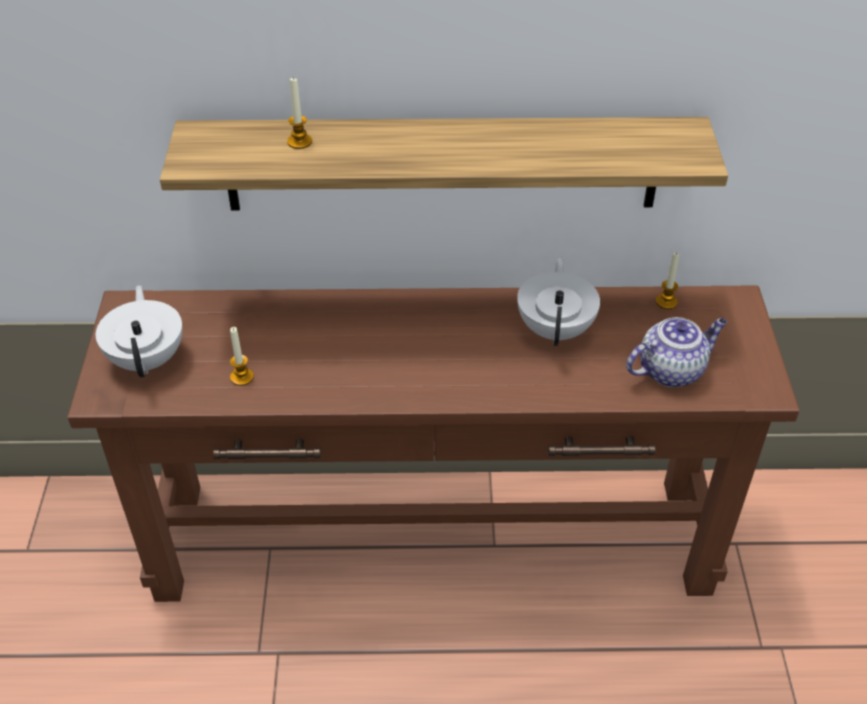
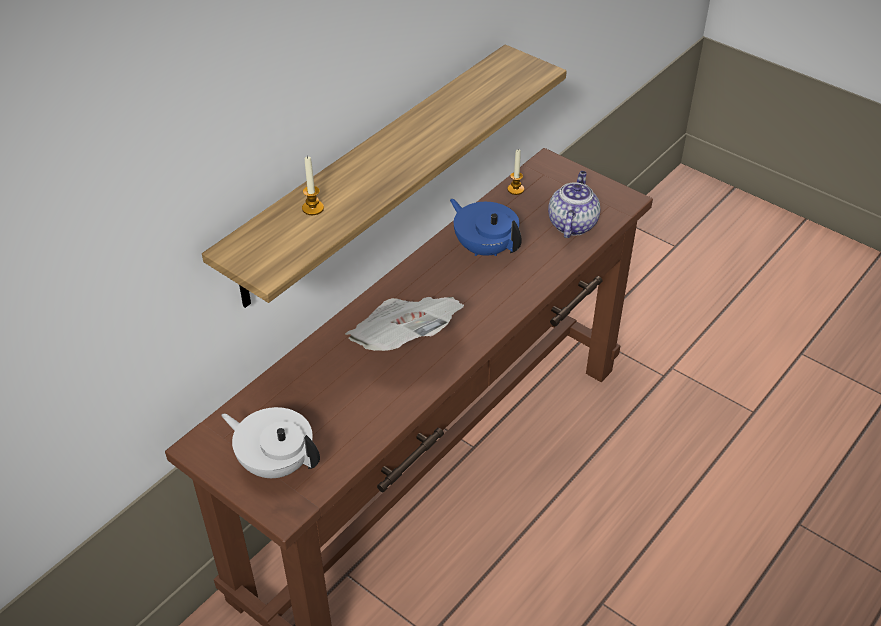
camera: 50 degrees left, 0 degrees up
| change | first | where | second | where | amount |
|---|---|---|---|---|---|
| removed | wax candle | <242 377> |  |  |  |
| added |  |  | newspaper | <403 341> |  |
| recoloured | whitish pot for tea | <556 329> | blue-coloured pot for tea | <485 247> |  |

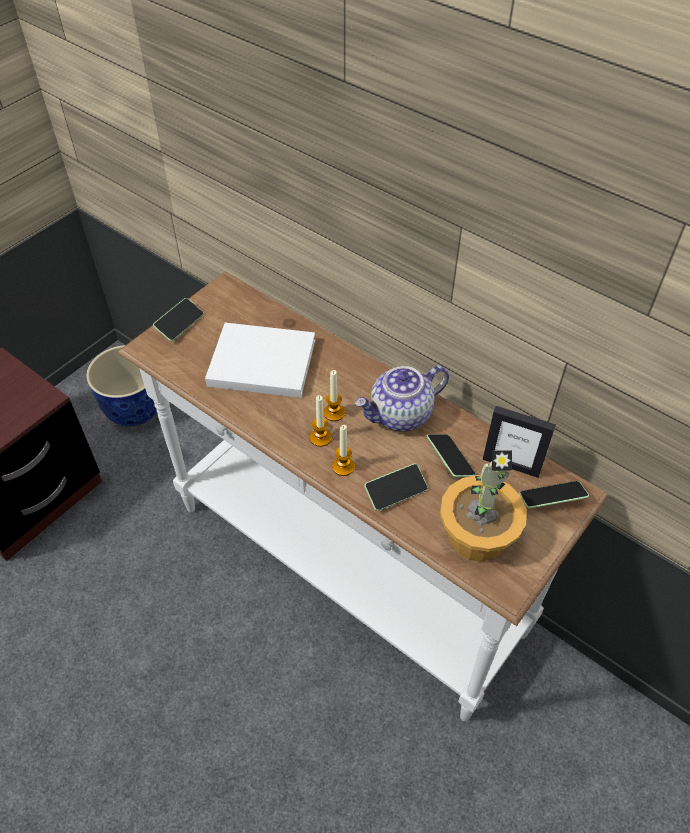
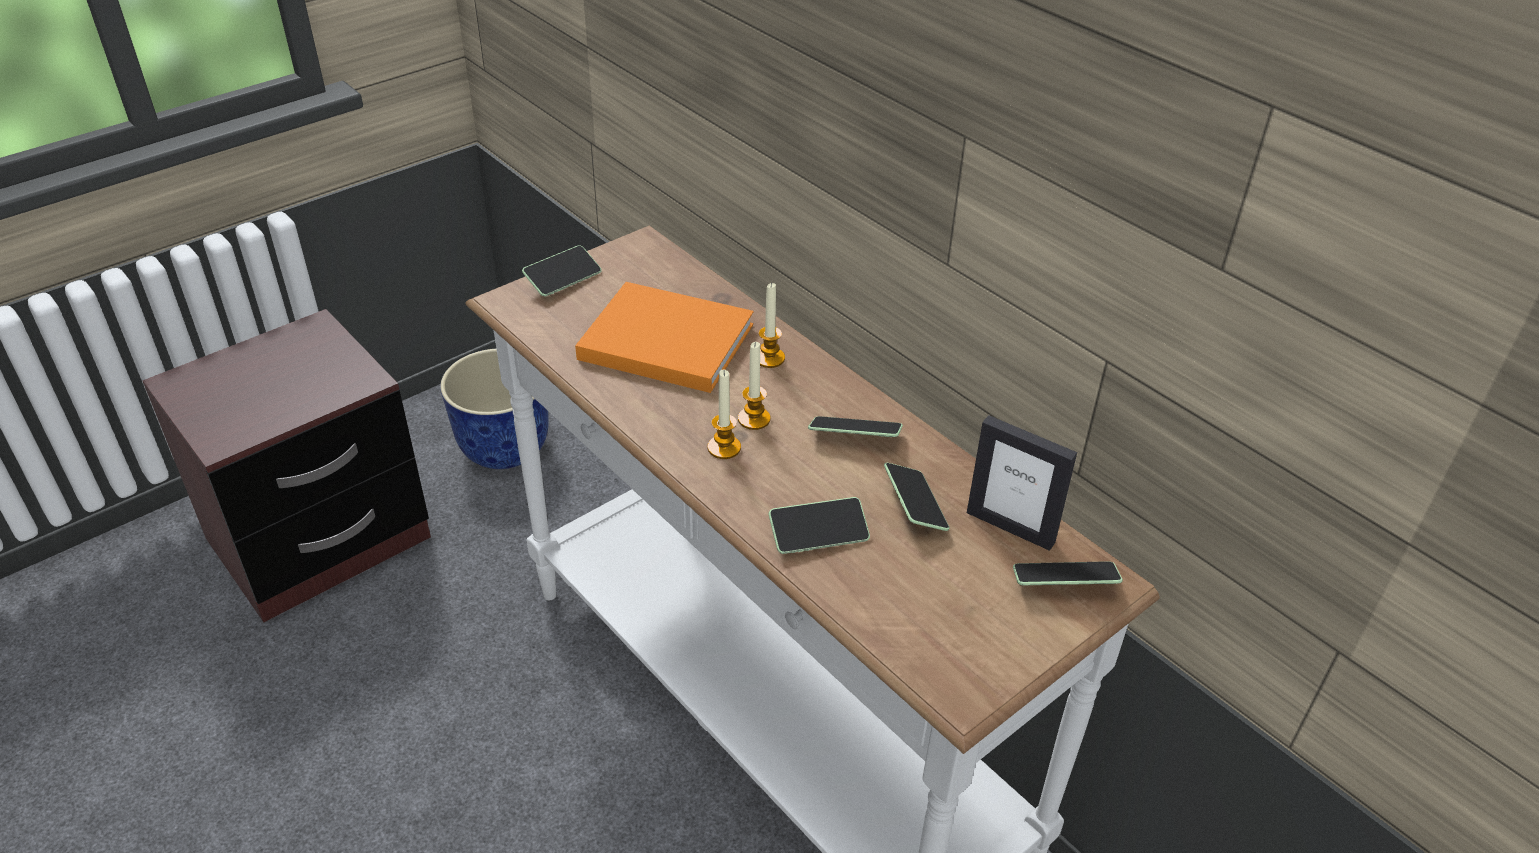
camera: 10 degrees right, 10 degrees down
| change | first | where | second | where | amount |
|---|---|---|---|---|---|
| removed | potted plant | <477 534> |  |  |  |
| moved | wax candle | <343 466> |  | <769 358> |  |
| replaced | pot for tea | <400 415> | handset | <854 436> |  |
| recoloured | whitish book | <258 362> | orange book | <661 340> |  |

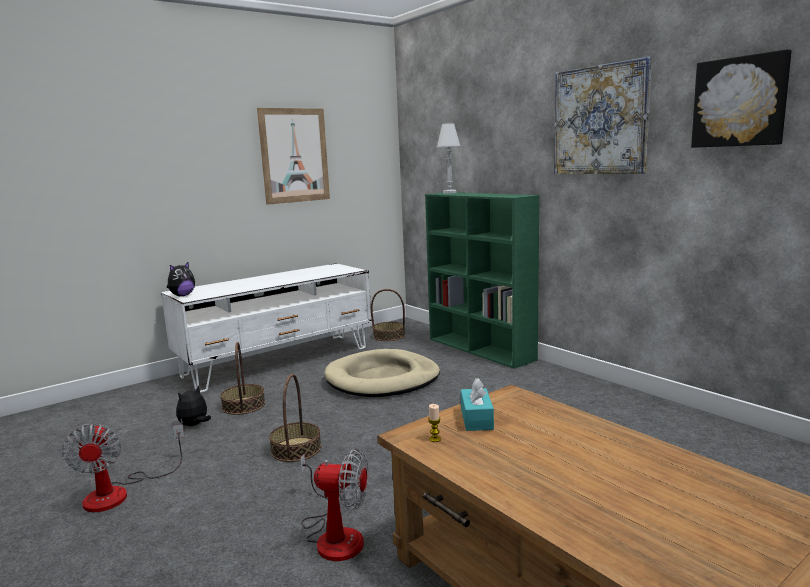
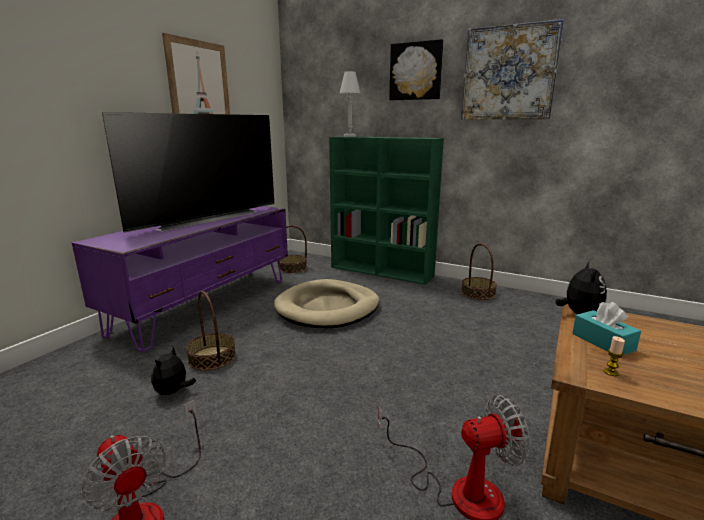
camera: 25 degrees left, 5 degrees up
| change | first | where | second | where | amount |
|---|---|---|---|---|---|
| added |  |  | TV set | <206 219> |  |
| moved | plush toy | <182 295> |  | <579 314> |  |
| moved | storage basket | <296 449> |  | <478 293> |  |
| moved | wall picture | <740 102> |  | <416 71> |  |
| recoloured | whitish tv unit | <278 361> | purple tv unit | <206 304> |  |

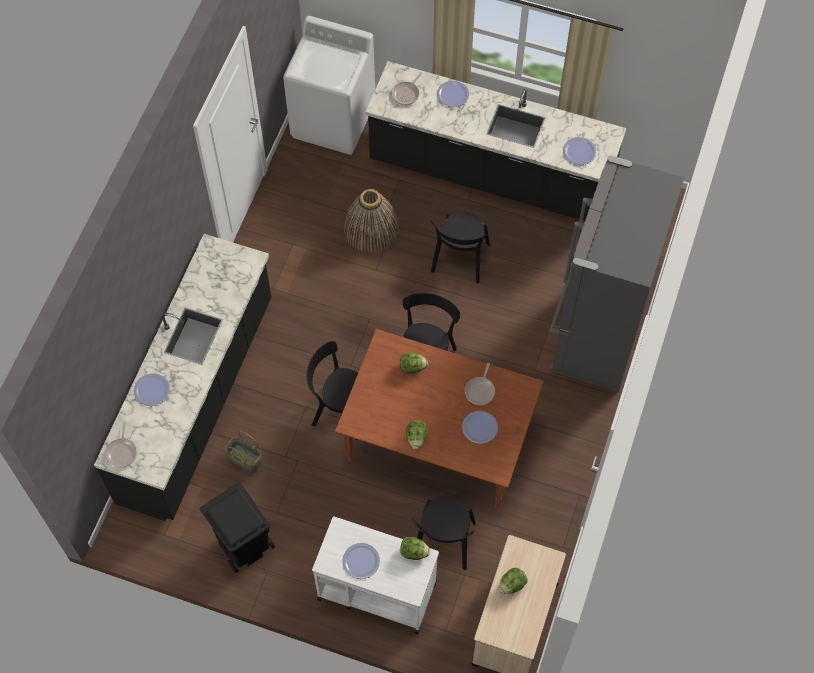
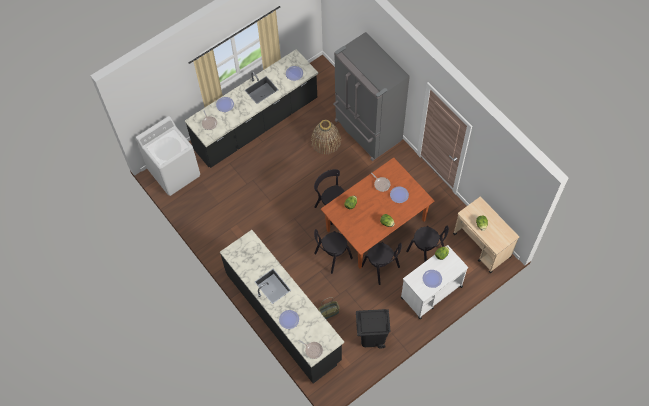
camera: 55 degrees left, 0 degrees up
| change | first | where | second | where | amount |
|---|---|---|---|---|---|
| moved | storage basket | <371 228> |  | <325 141> |  |
| moved | blackish chair | <459 260> |  | <381 268> |  |

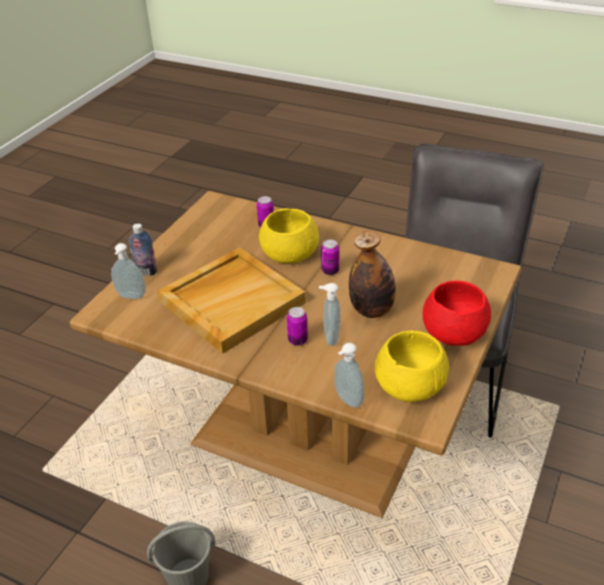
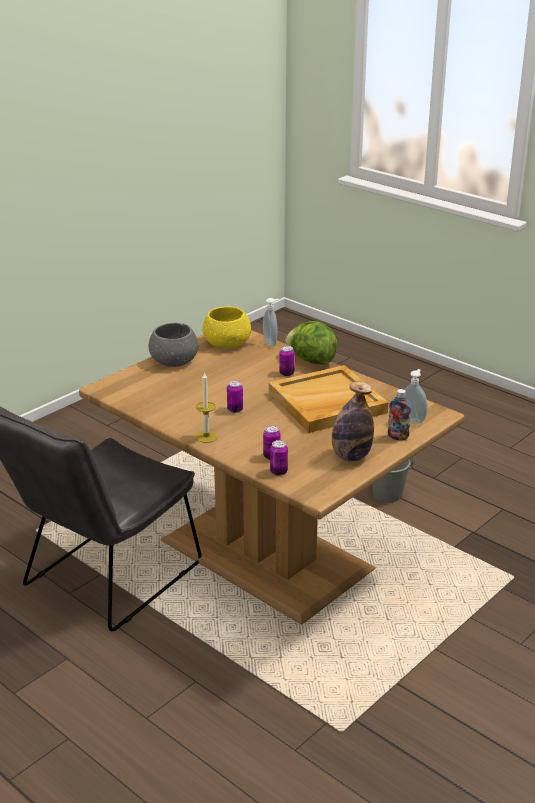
camera: 165 degrees left, 10 degrees down
| change | first | where | second | where | amount |
|---|---|---|---|---|---|
| removed | yellow-coloured deep dish | <290 253> |  |  |  |
| removed | soap dispenser | <330 338> |  |  |  |
| added |  |  | wax candle | <206 436> |  |
| added |  |  | sealed can | <278 472> |  |
| added |  |  | head of lettuce | <311 361> |  |
| moved | beverage bottle | <372 310> |  | <351 456> |  |
| recoloured | red-coloured deep dish | <453 332> | greyish deep dish | <174 360> |  |

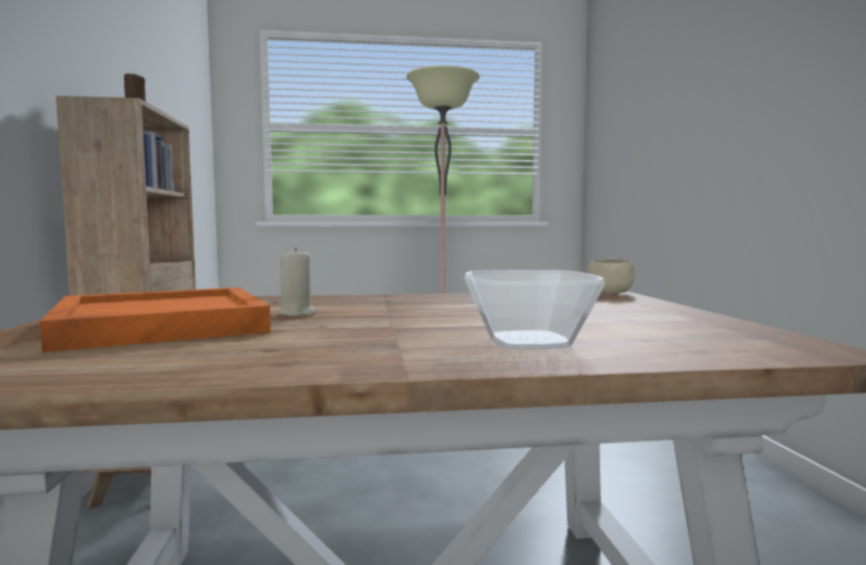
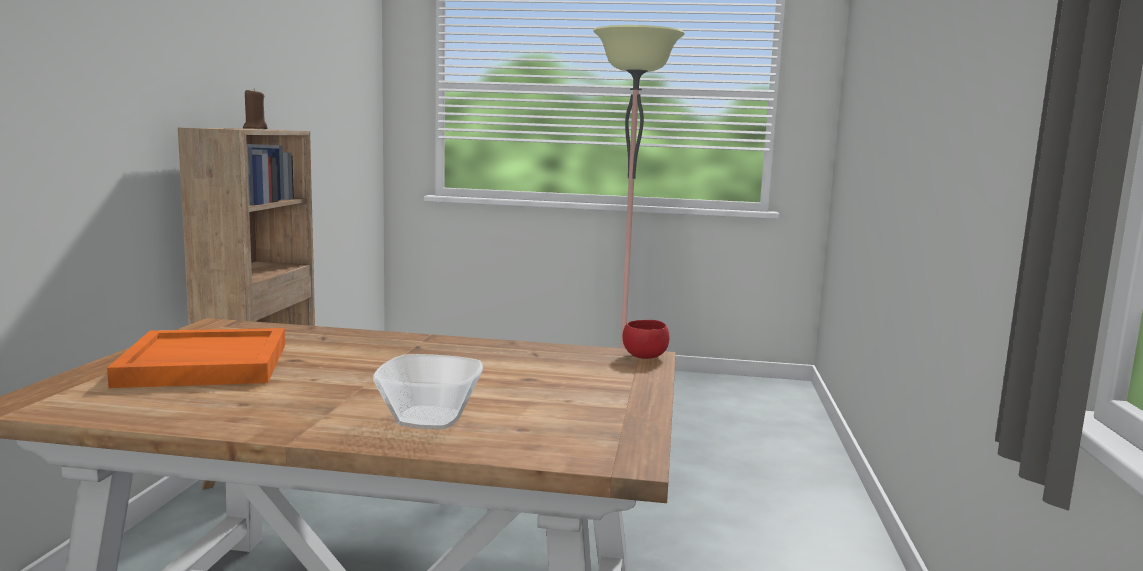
camera: 15 degrees right, 5 degrees up
| change | first | where | second | where | amount |
|---|---|---|---|---|---|
| removed | beige wax candle | <297 313> |  |  |  |
| recoloured | beige deep dish | <610 293> | red-coloured deep dish | <644 356> |  |

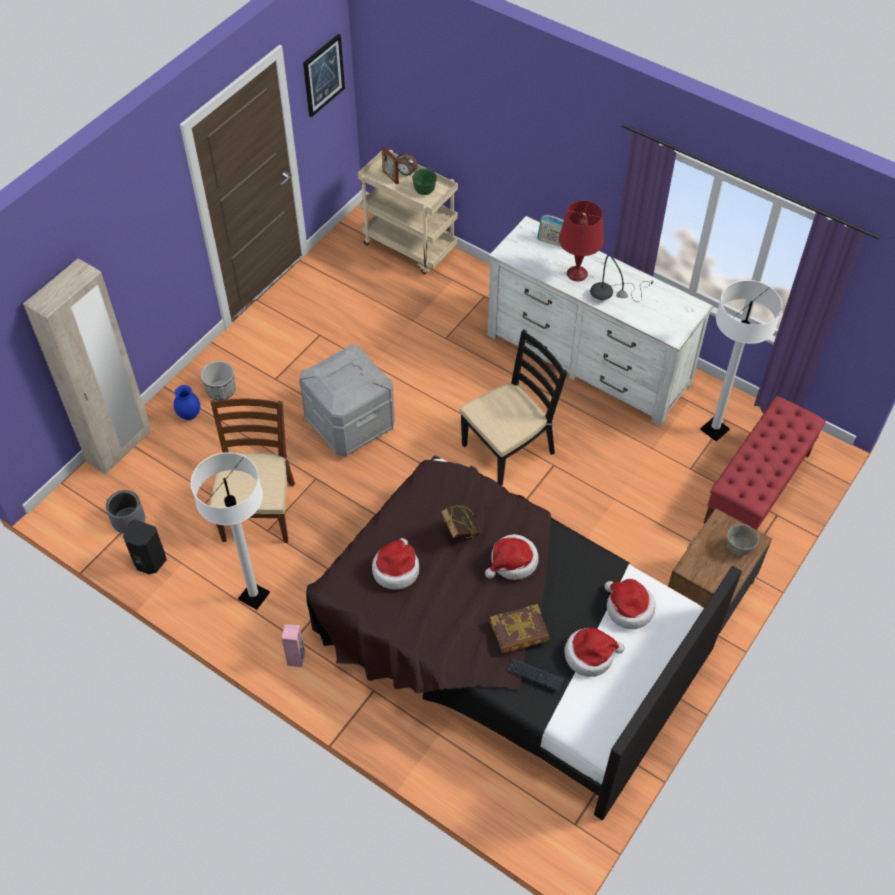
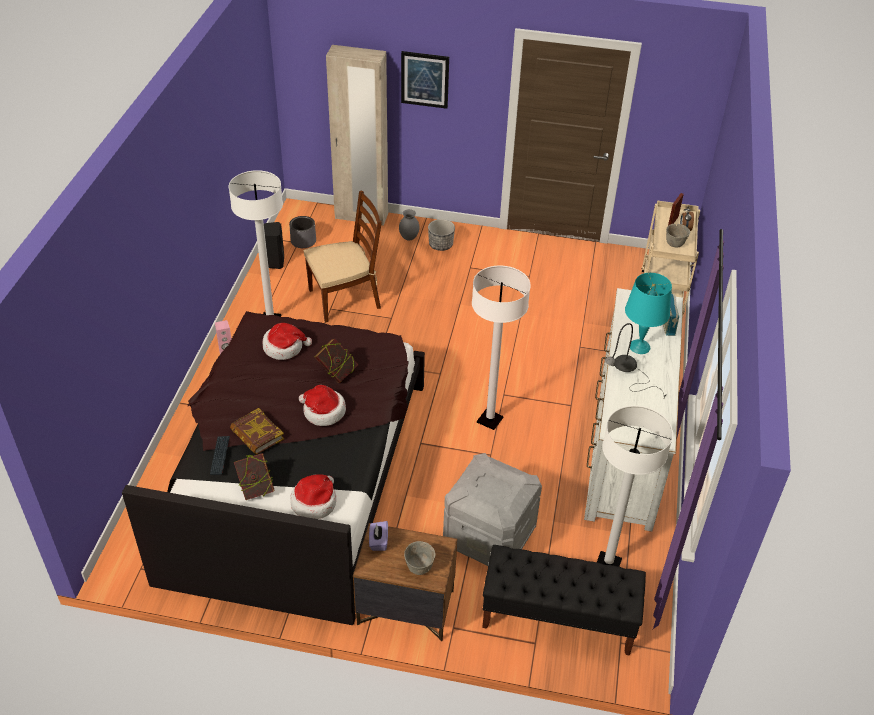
camera: 65 degrees right, 10 degrees down
| change | first | where | second | where | amount |
|---|---|---|---|---|---|
| added |  |  | purple tissue holder | <378 541> |  |
| moved | greyish storage container | <350 423> |  | <490 536> |  |
| moved | wall picture | <323 75> |  | <425 79> |  |
| replaced | blackish chair | <509 448> | whitish floor lamp | <490 420> |  |
| replaced | clothing hat | <590 655> | book | <256 489> |  |
| recoloured | blue-coloured flower vase | <189 415> | greyish flower vase | <409 237> |  |
| recoloured | greenish deep dish | <424 190> | greyish deep dish | <675 243> |  |
| recoloured | red-coloured table lamp | <576 273> | turquoise table lamp | <639 346> |  |
| recoloured | red-coloured long seat | <757 488> | blackish long seat | <557 618> |  |

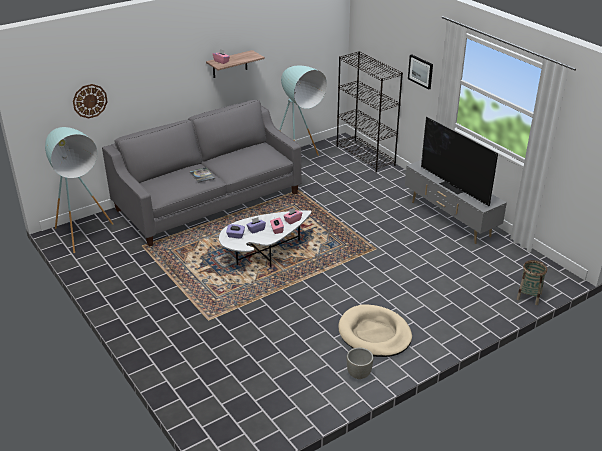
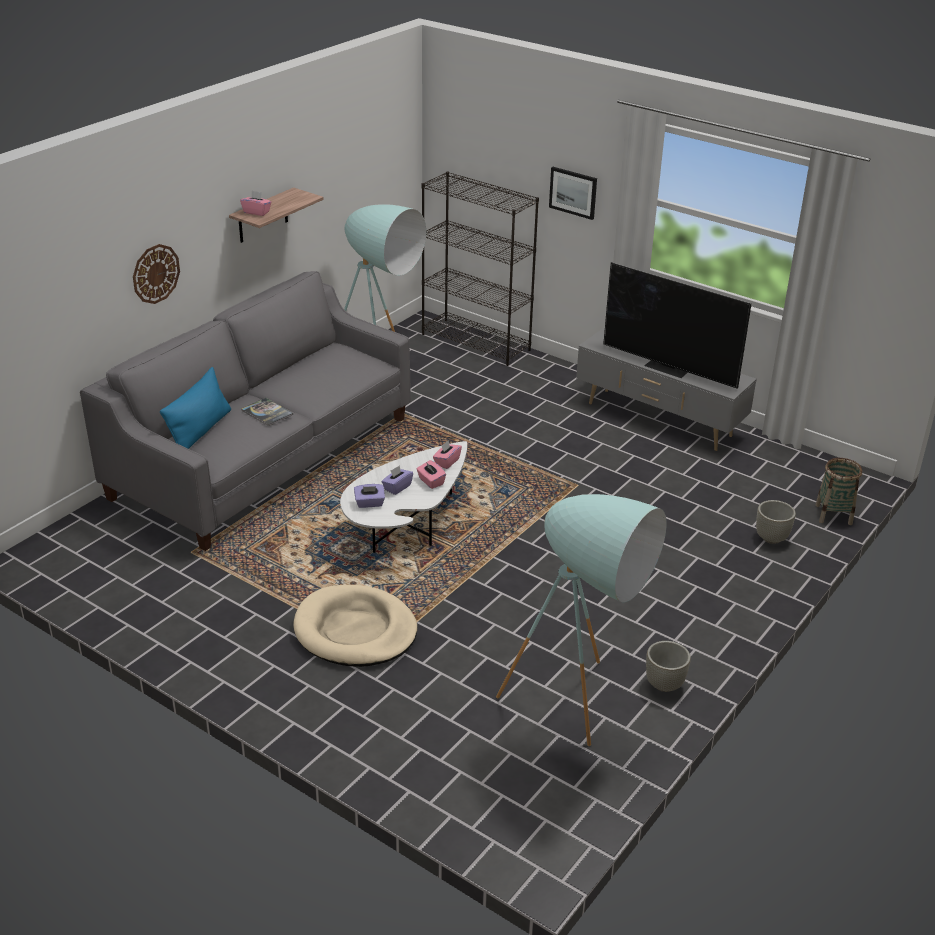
camera: 20 degrees left, 0 degrees up
| change | first | where | second | where | amount |
|---|---|---|---|---|---|
| added |  |  | blue-coloured pillow | <200 431> |  |
| added |  |  | greyish planter | <771 538> |  |
| moved | turquoise floor lamp | <84 240> |  | <580 712> |  |
| moved | wall clock | <90 101> |  | <155 273> |  |
| moved | beige dog cushion | <374 334> |  | <355 631> |  |

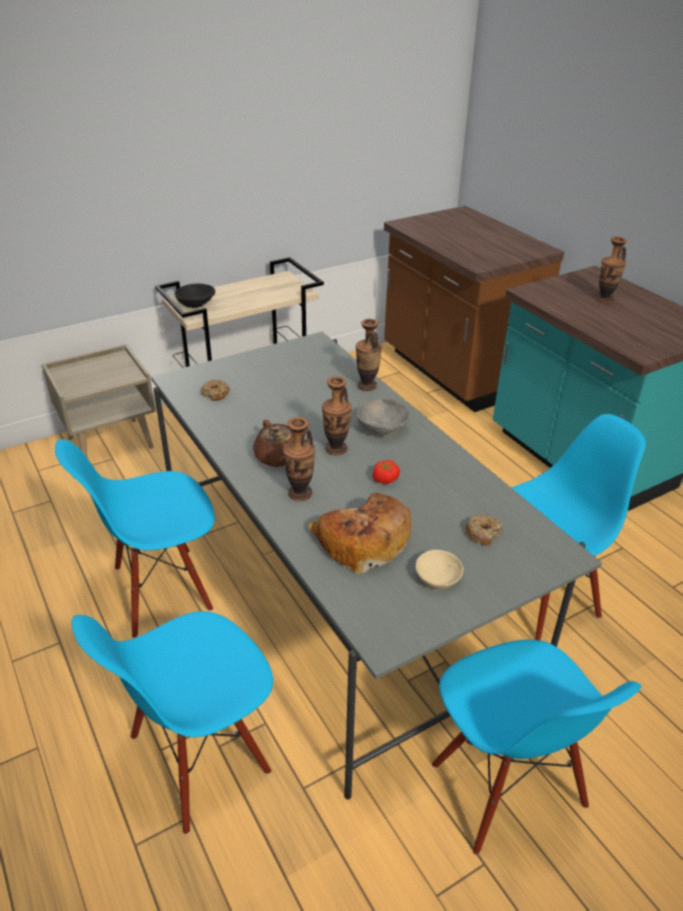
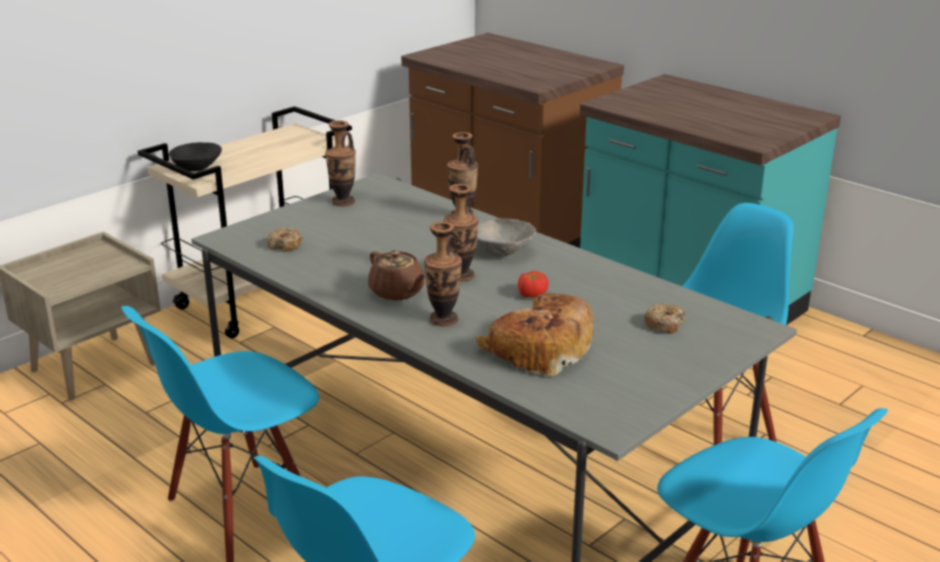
camera: 15 degrees left, 10 degrees down
| change | first | where | second | where | amount |
|---|---|---|---|---|---|
| removed | beige deep dish | <436 577> |  |  |  |
| moved | flower vase | <604 300> |  | <343 202> |  |

